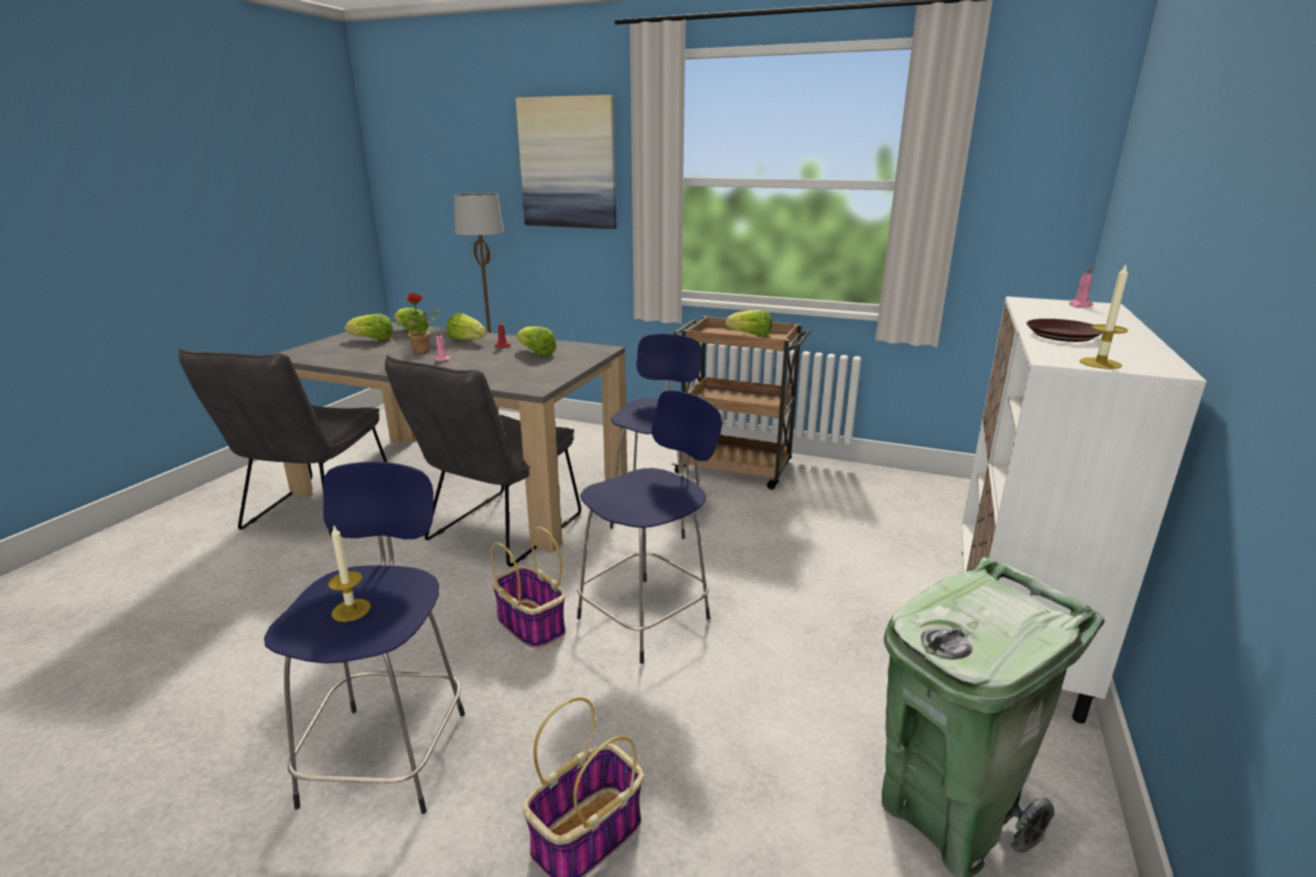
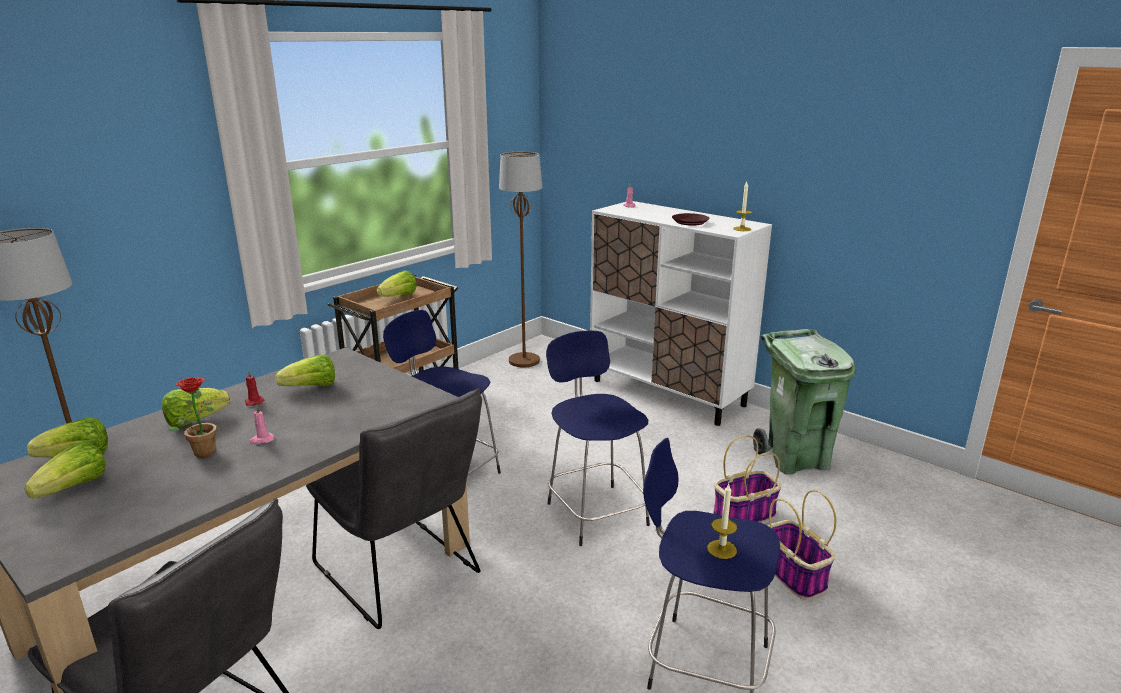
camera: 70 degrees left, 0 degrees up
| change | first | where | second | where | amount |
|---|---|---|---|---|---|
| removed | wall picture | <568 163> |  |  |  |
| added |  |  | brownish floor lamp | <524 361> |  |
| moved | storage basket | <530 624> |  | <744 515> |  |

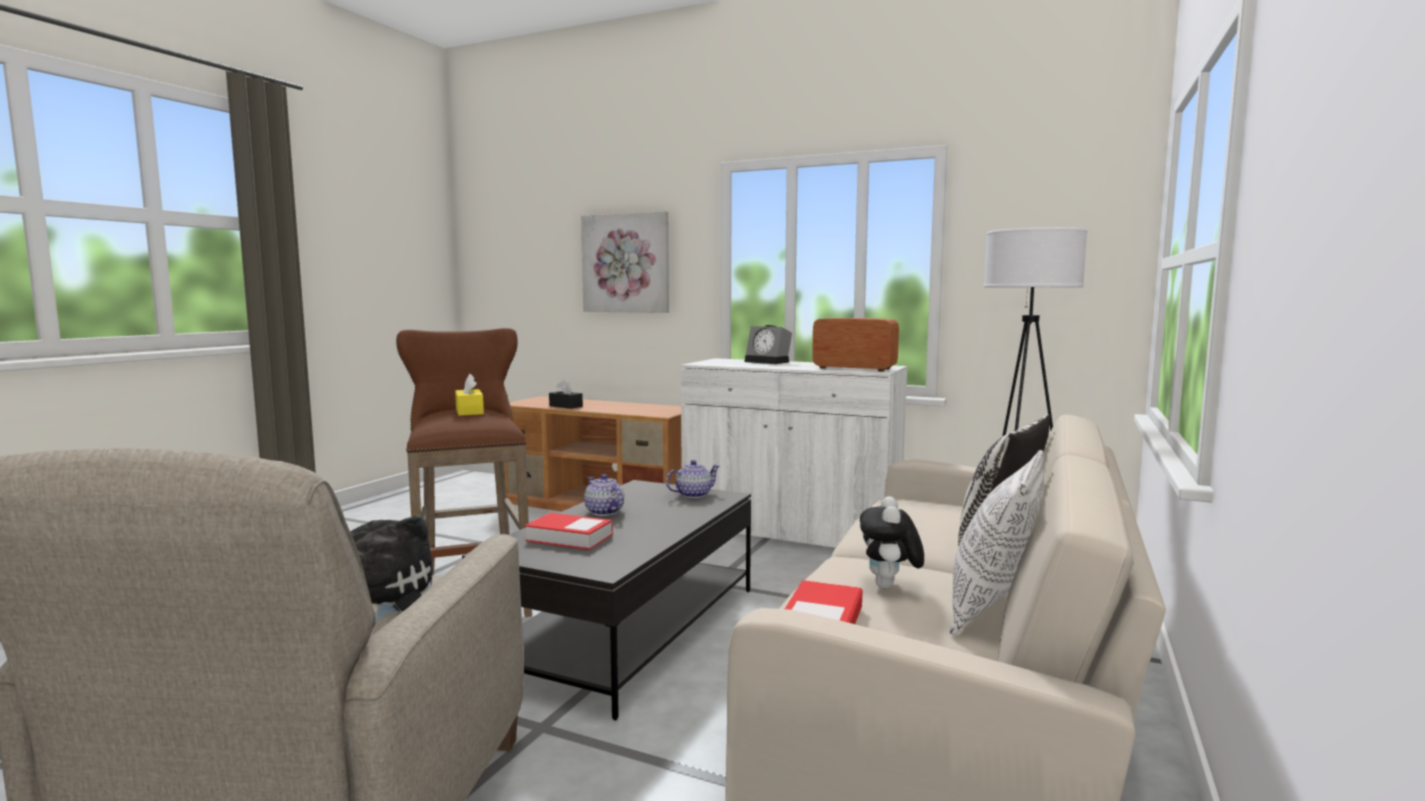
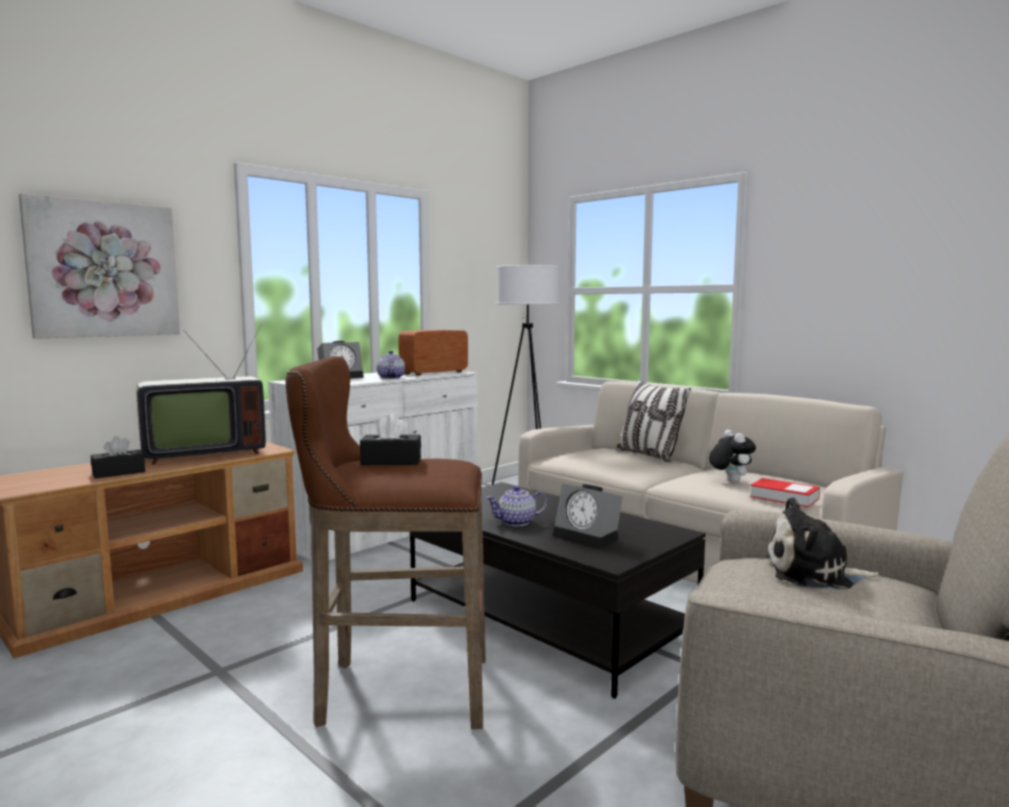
camera: 70 degrees left, 0 degrees up
| change | first | where | second | where | amount |
|---|---|---|---|---|---|
| removed | pillow | <992 610> |  |  |  |
| added |  |  | TV set | <201 454> |  |
| moved | pot for tea | <692 494> |  | <390 378> |  |
| replaced | book | <569 538> | bedside clock | <589 537> |  |
| recoloured | yellow-coloured tissue holder | <469 411> | blackish tissue holder | <391 461> |  |
| turned | plush toy | <889 587> |  | <729 481> | 135 degrees counterclockwise |

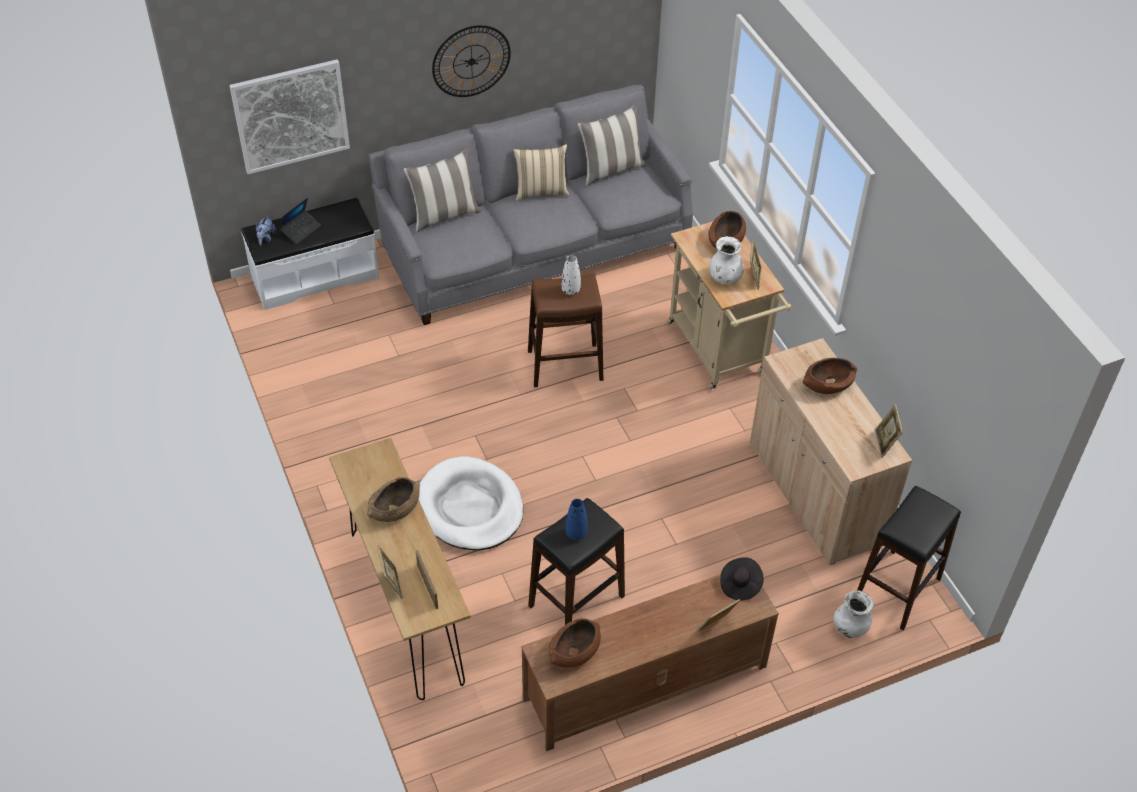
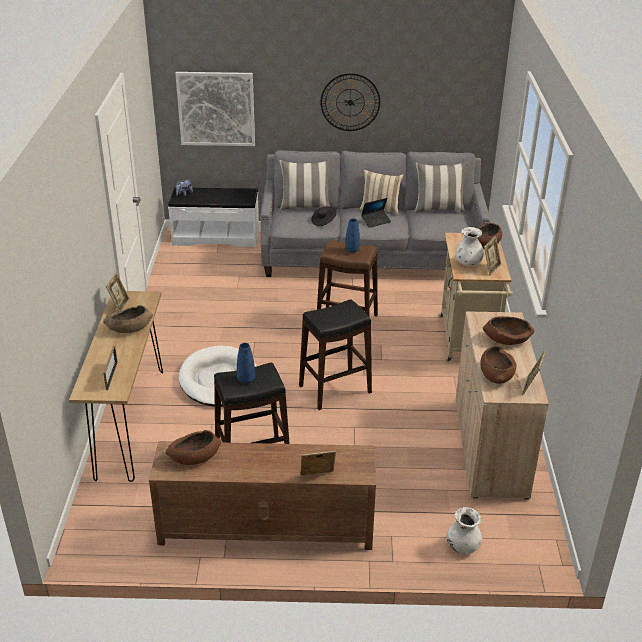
camera: 25 degrees right, 15 degrees down
| change | first | where | second | where | amount |
|---|---|---|---|---|---|
| added |  |  | brownish deep dish | <496 374> |  |
| moved | notebook computer | <300 230> |  | <376 221> |  |
| moved | standing frame | <392 584> |  | <119 306> |  |
| moved | blackish clothing hat | <740 584> |  | <323 221> |  |
| moved | blackish sitting stool | <897 589> |  | <335 389> |  |
| recoloured | whitish flower vase | <570 290> | blue-coloured flower vase | <352 250> |  |

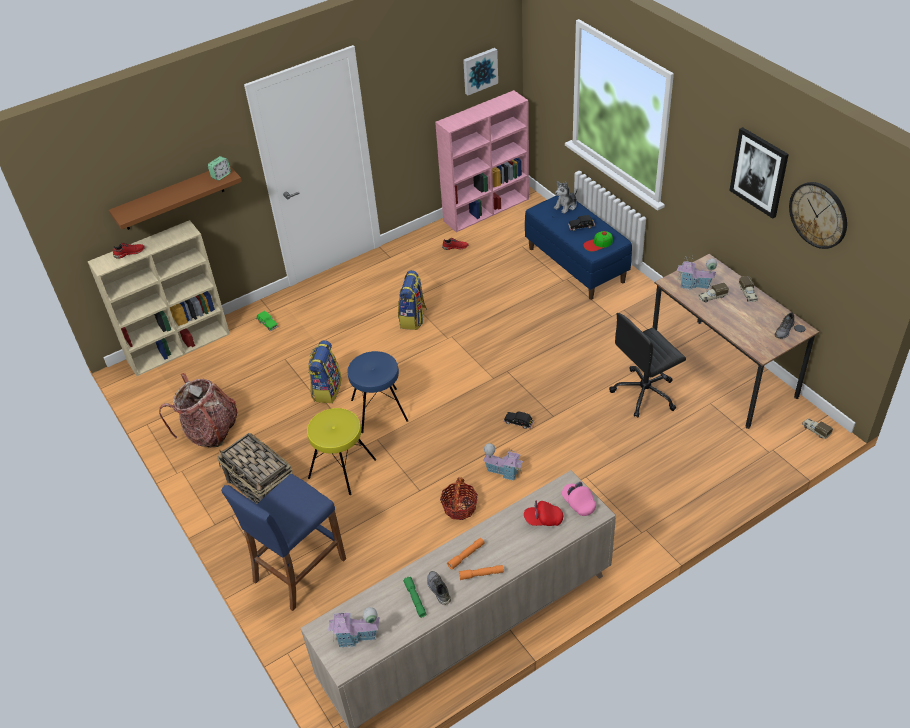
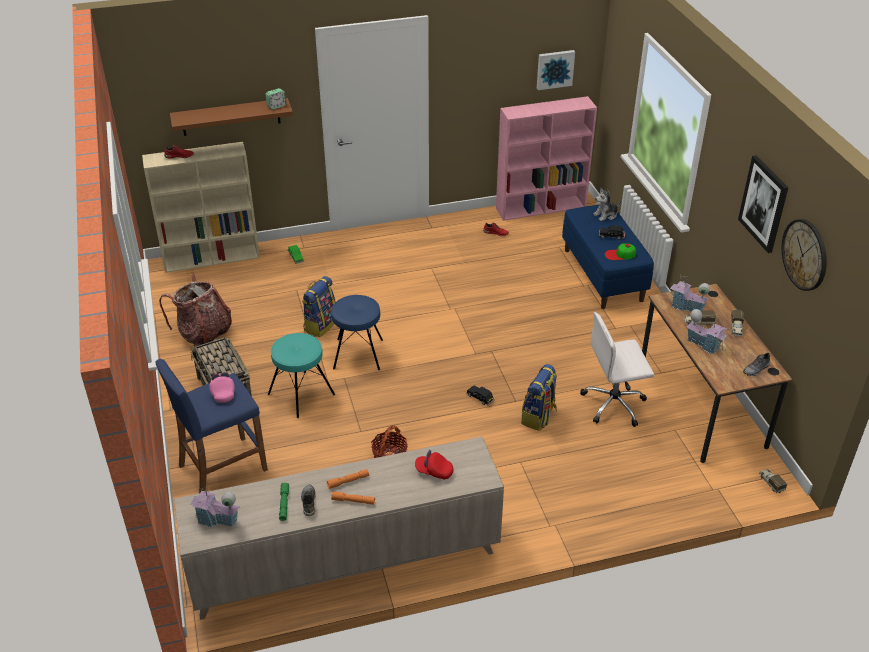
camera: 15 degrees right, 5 degrees down
| change | first | where | second | where | amount |
|---|---|---|---|---|---|
| moved | knapsack | <413 318> |  | <539 417> |  |
| moved | toy house | <503 471> |  | <704 344> |  |
| moved | pink-coloured peaked cap | <578 503> |  | <222 392> |  |
| recoloured | yellow-coloured sitting stool | <341 469> | turquoise sitting stool | <300 394> |  |
| recoloured | blackish office chair | <645 393> | whitish office chair | <614 404> |  |

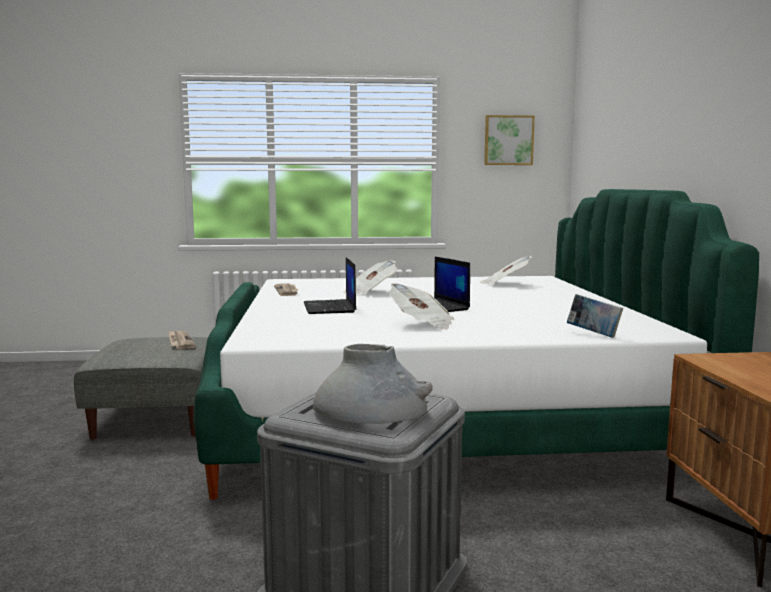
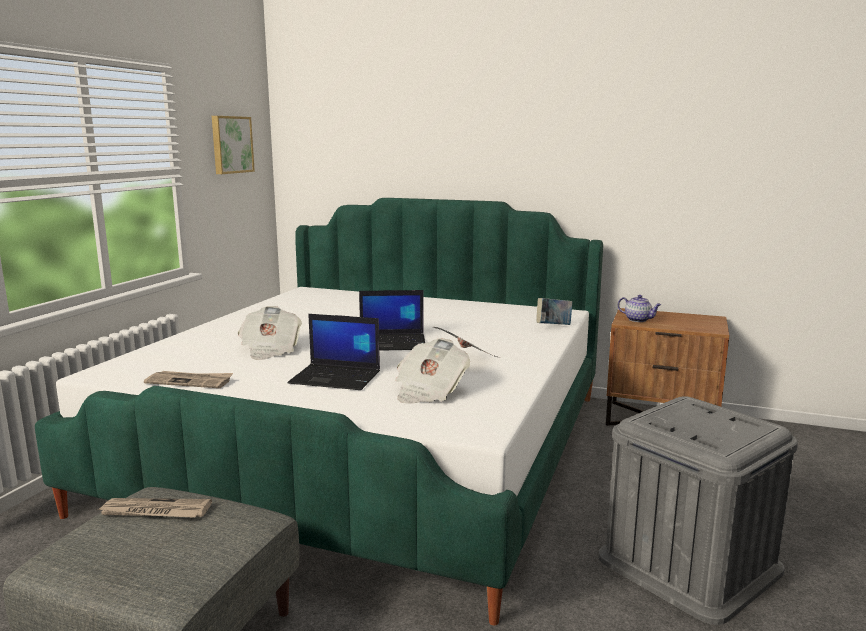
camera: 65 degrees left, 5 degrees up
| change | first | where | second | where | amount |
|---|---|---|---|---|---|
| removed | greyish flower vase | <370 409> |  |  |  |
| added |  |  | pot for tea | <638 320> |  |
| moved | newspaper | <504 284> |  | <429 391> |  |

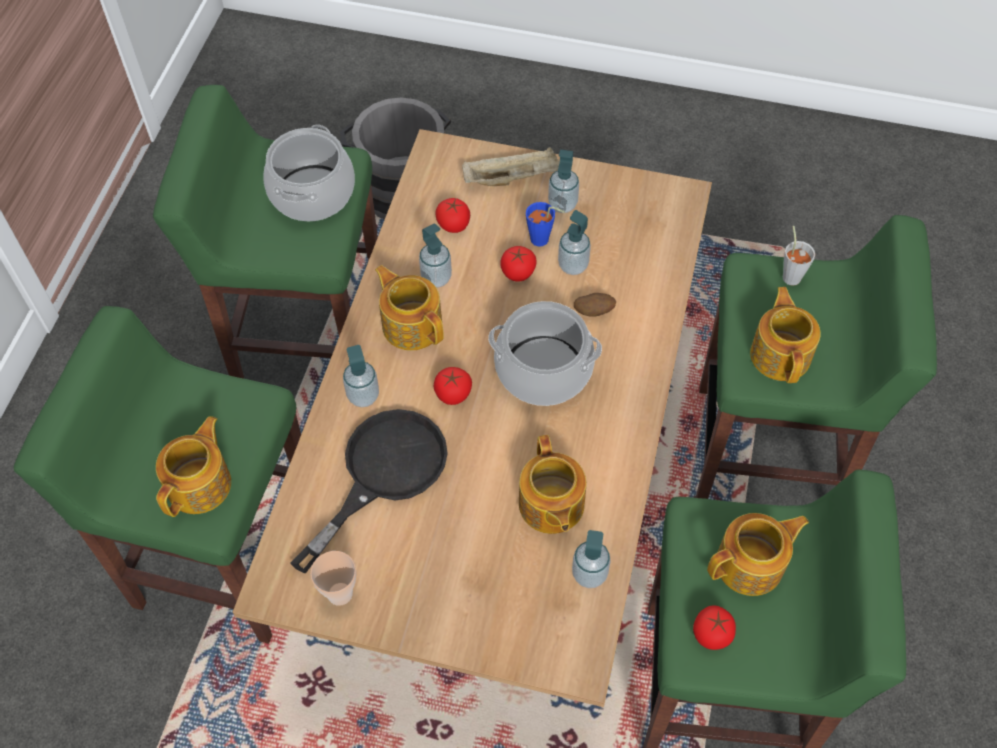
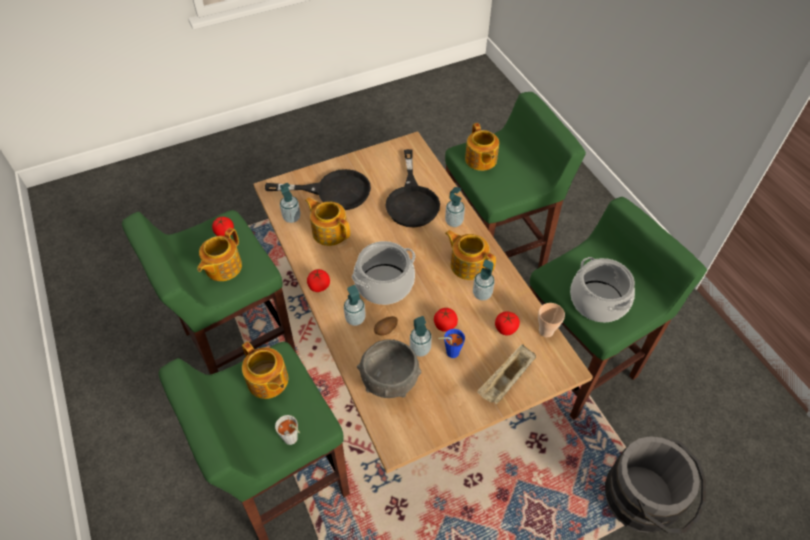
camera: 140 degrees right, 5 degrees down
| change | first | where | second | where | amount |
|---|---|---|---|---|---|
| added |  |  | blackish skillet | <333 191> |  |
| added |  |  | greyish deep dish | <390 380> |  |
| moved | cup | <340 593> |  | <546 331> |  |
| moved | tomato | <453 394> |  | <319 286> |  |
| moved | soap dispenser | <562 204> |  | <355 319> |  |
| turned | pot for tea | <412 324> |  | <468 264> | 150 degrees counterclockwise |

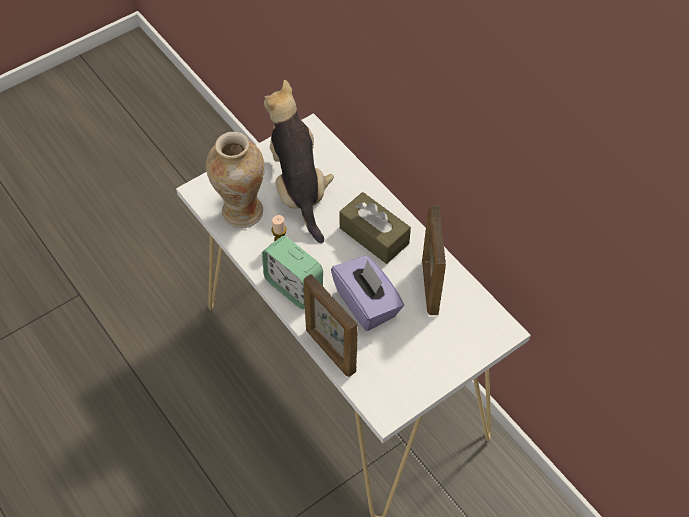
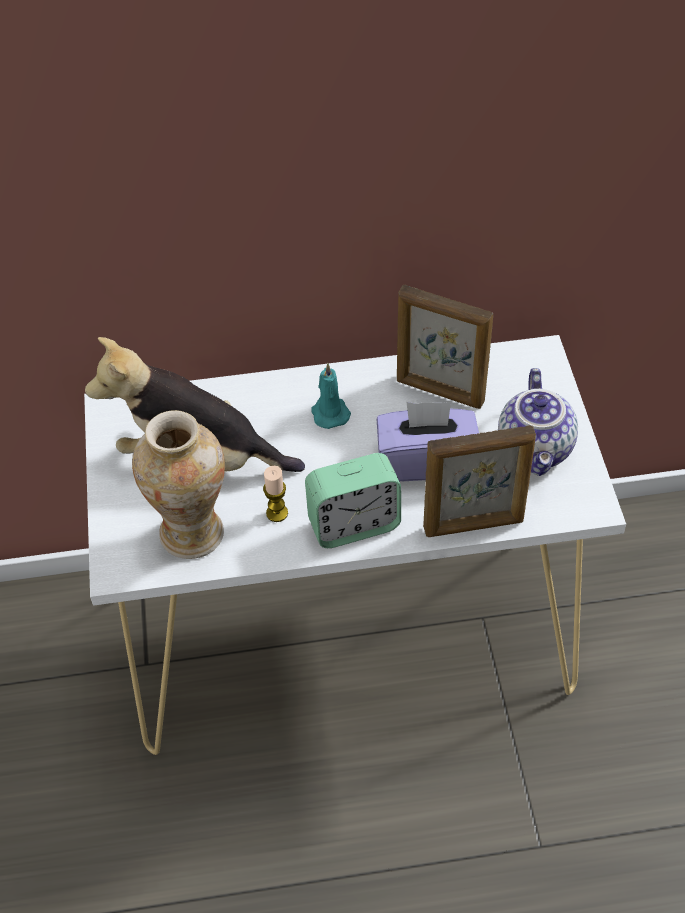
camera: 60 degrees left, 5 degrees down
| change | first | where | second | where | amount |
|---|---|---|---|---|---|
| added |  |  | pot for tea | <537 449> |  |
| replaced | brownish tissue holder | <374 236> | turquoise wax candle | <329 412> |  |

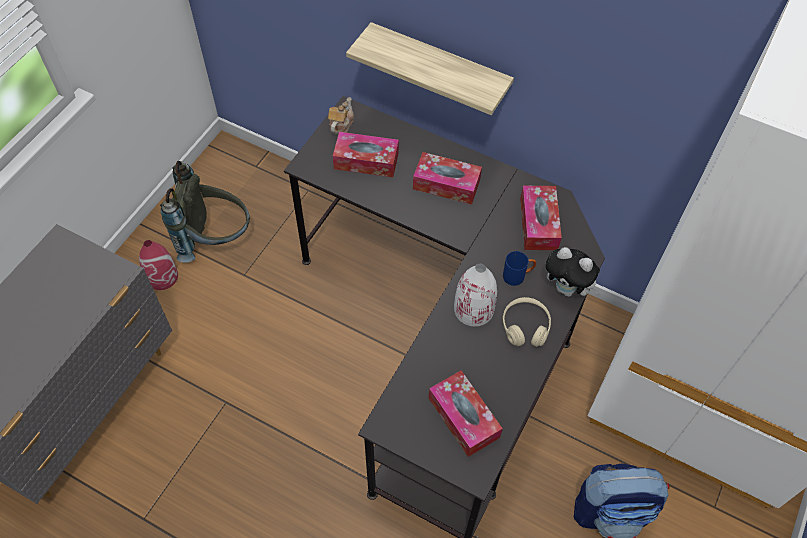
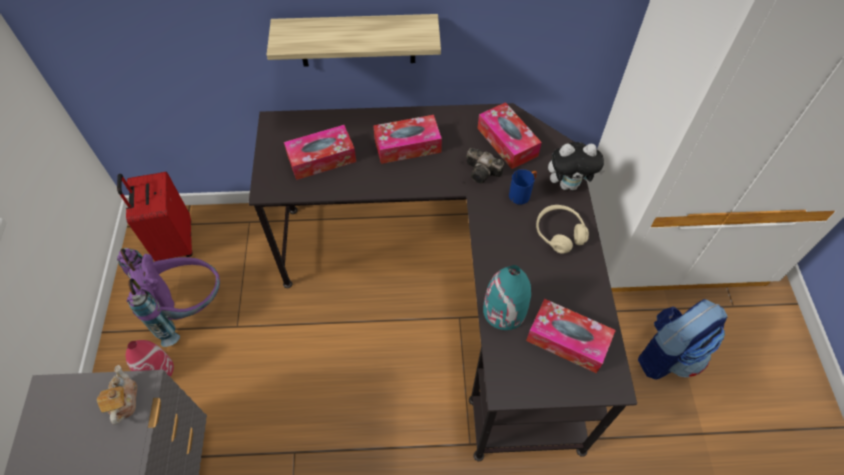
camera: 30 degrees left, 0 degrees up
| change | first | where | second | where | amount |
|---|---|---|---|---|---|
| removed | whitish flower vase | <474 309> |  |  |  |
| added |  |  | red-coloured piece of luggage | <174 242> |  |
| added |  |  | photo camera | <483 172> |  |
| added |  |  | turquoise flower vase | <504 311> |  |
| moved | pot for tea | <341 124> |  | <123 401> |  |
| recoloured | greyish knapsack | <215 240> | purple knapsack | <189 308> |  |

